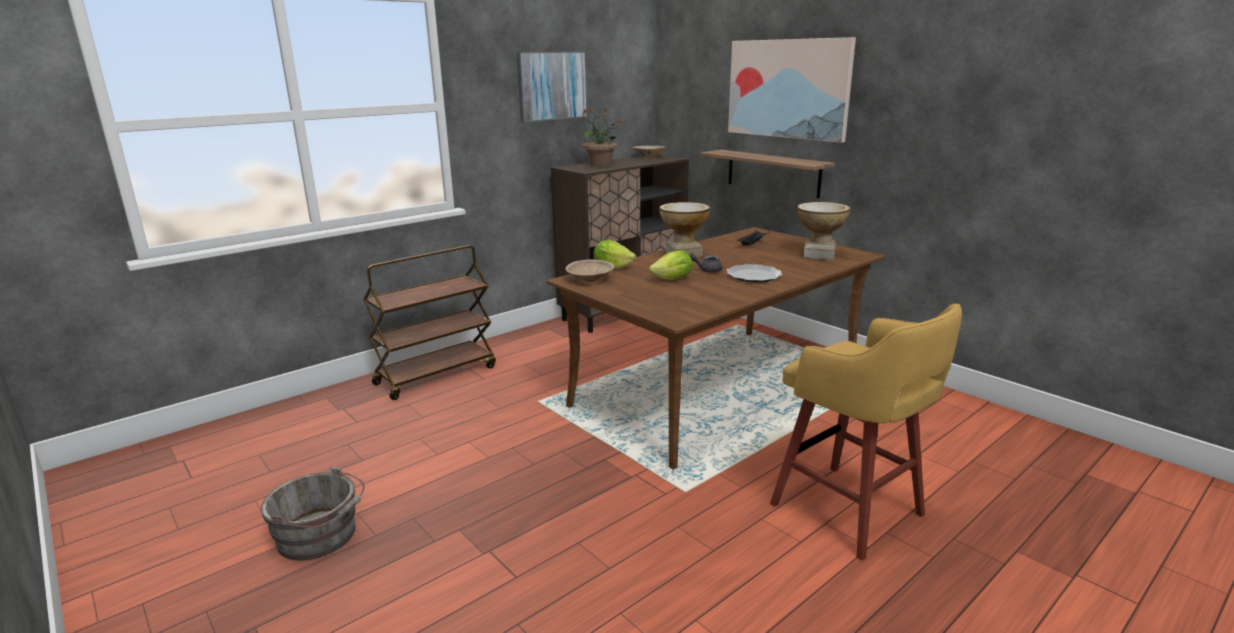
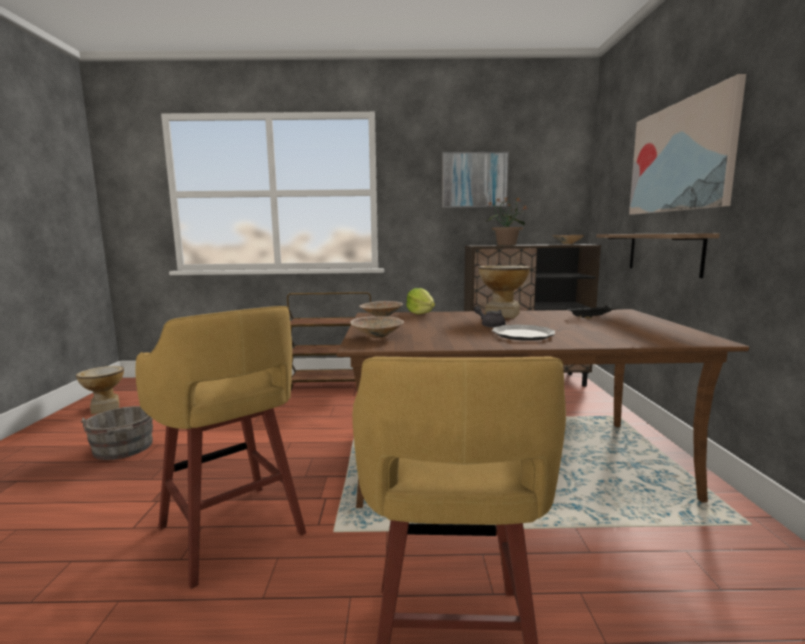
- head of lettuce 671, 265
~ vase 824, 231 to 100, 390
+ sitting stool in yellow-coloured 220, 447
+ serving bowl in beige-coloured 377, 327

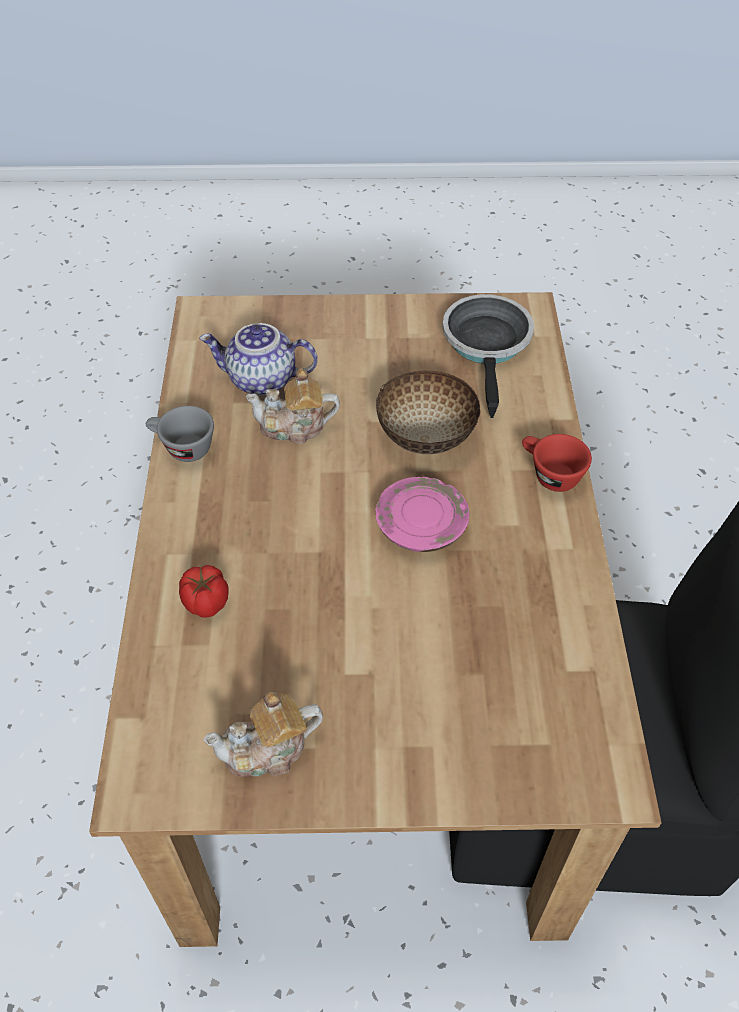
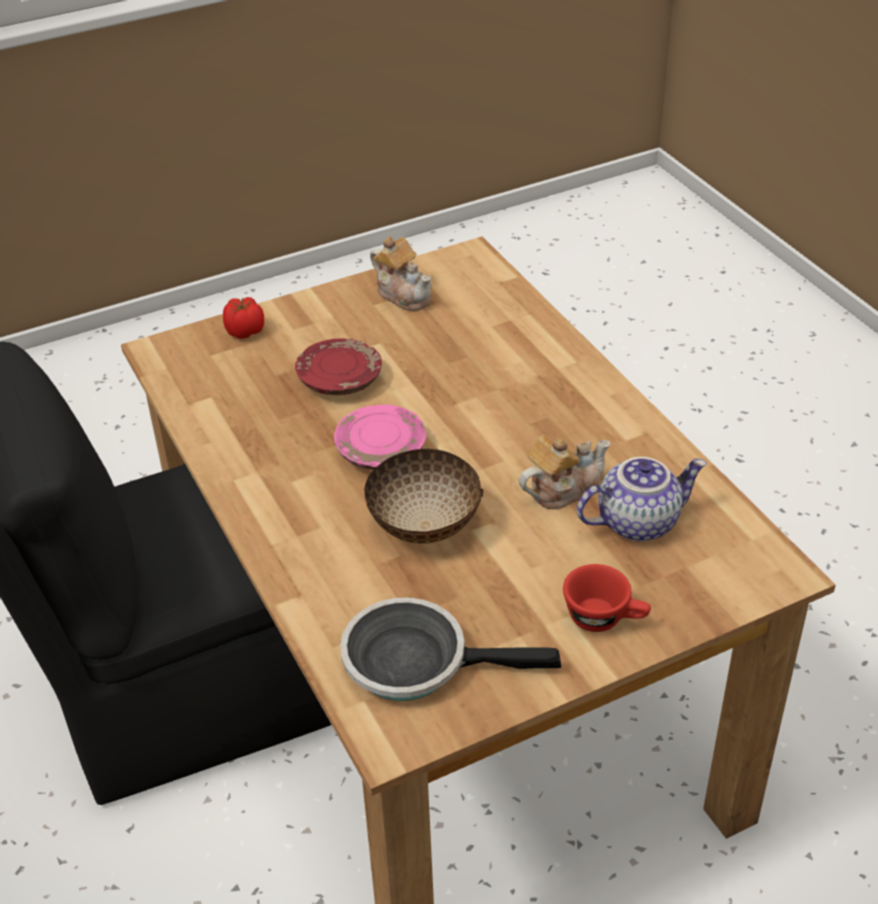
- drinking cup in grey 179, 434
~ tomato 204, 591 to 243, 318
~ teapot 263, 734 = 401, 273 90 degrees clockwise
~ skillet 488, 356 = 450, 649 120 degrees clockwise
~ drinking cup in red-coloured 557, 463 to 607, 598
+ dinner plate in red-coloured 338, 366

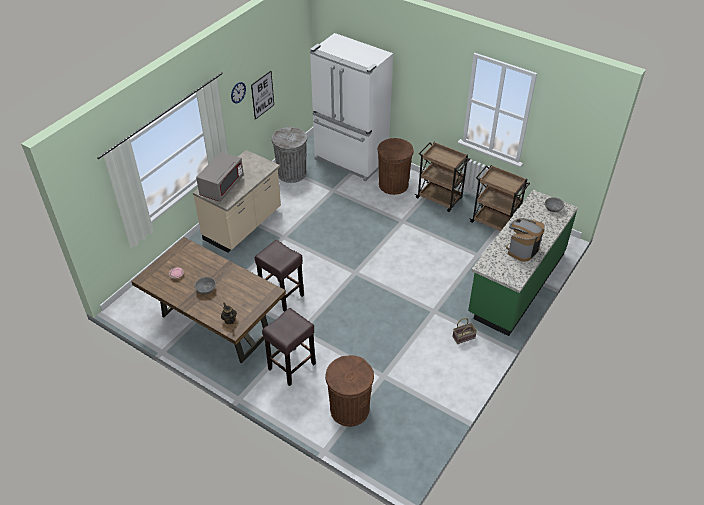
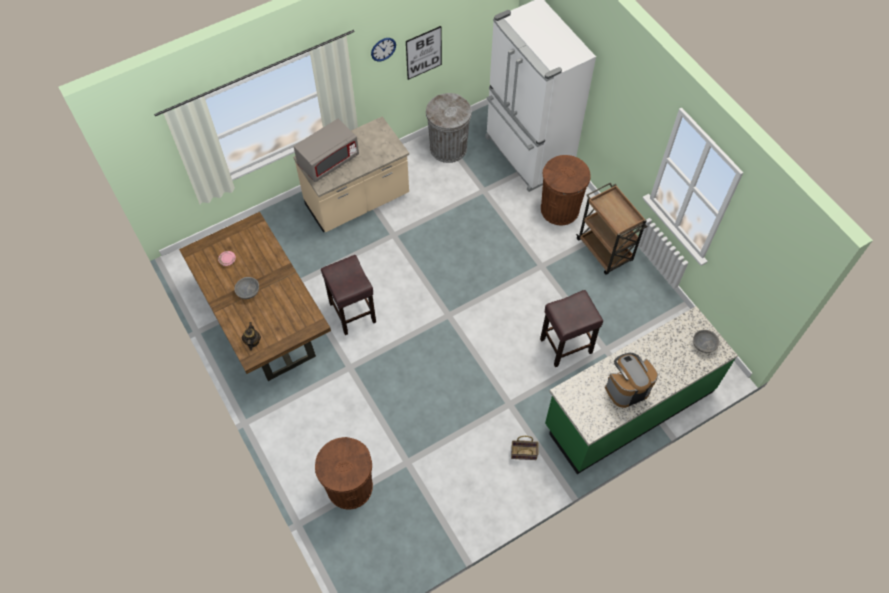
~ sitting stool in brown-coloured 289, 347 to 571, 328
- trolley in brown-coloured 499, 198

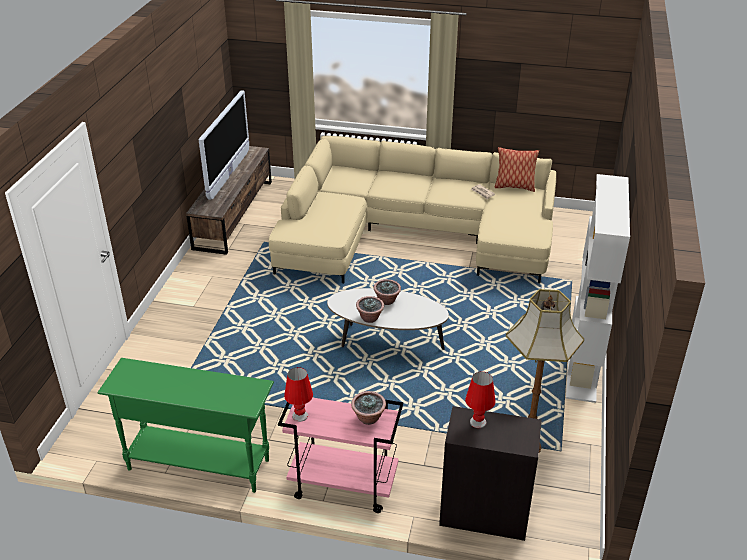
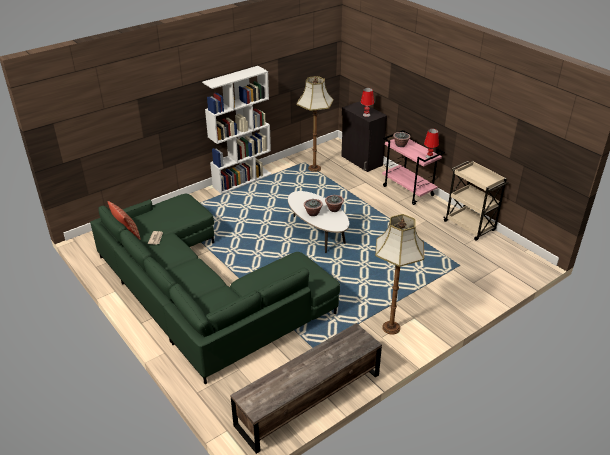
~ console table in green 186, 425 to trolley in beige-coloured 476, 201
- TV 223, 145
~ couch in beige-coloured 412, 209 to couch in green 215, 289
+ floor lamp 399, 274

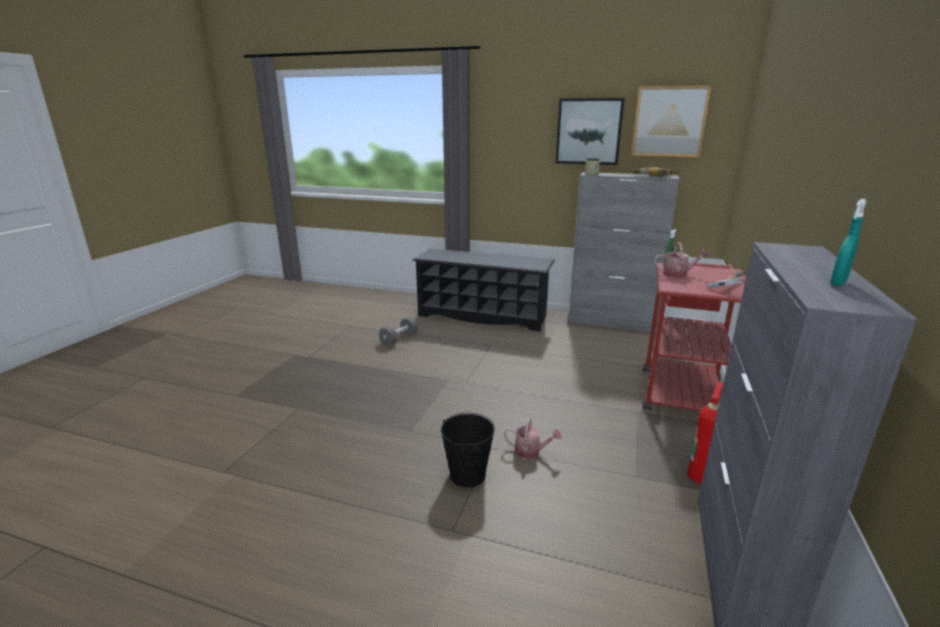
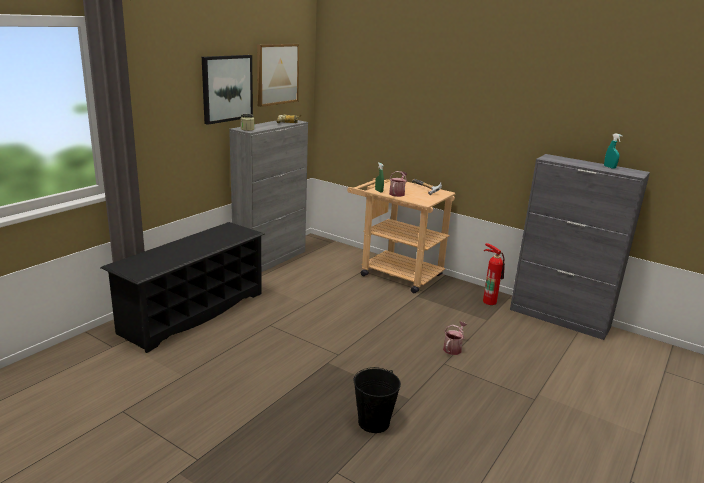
- dumbbell in grey 398, 331
~ bucket in blackish 468, 450 to 377, 400
~ trolley in red-coloured 694, 335 to trolley in beige-coloured 401, 235

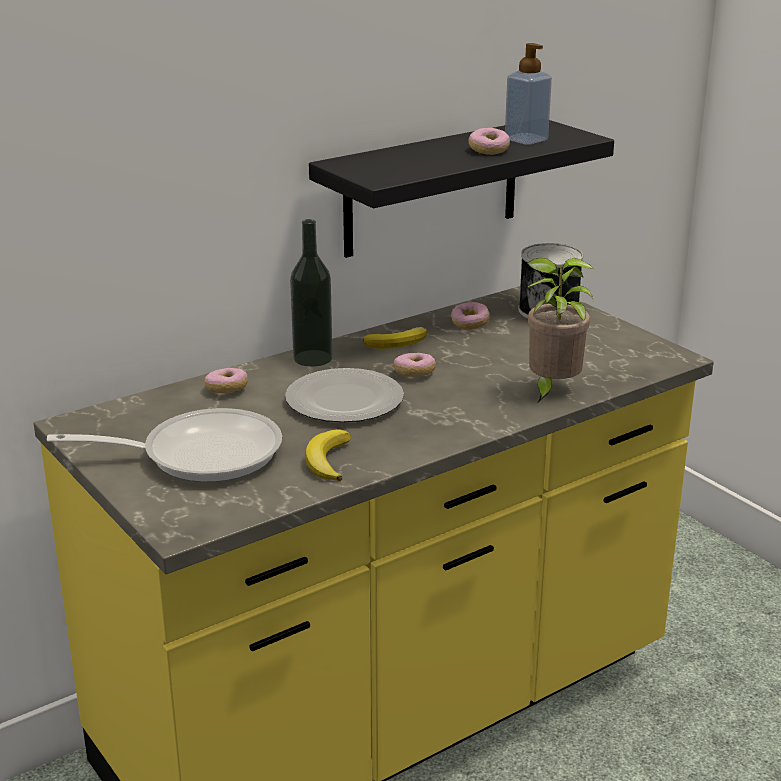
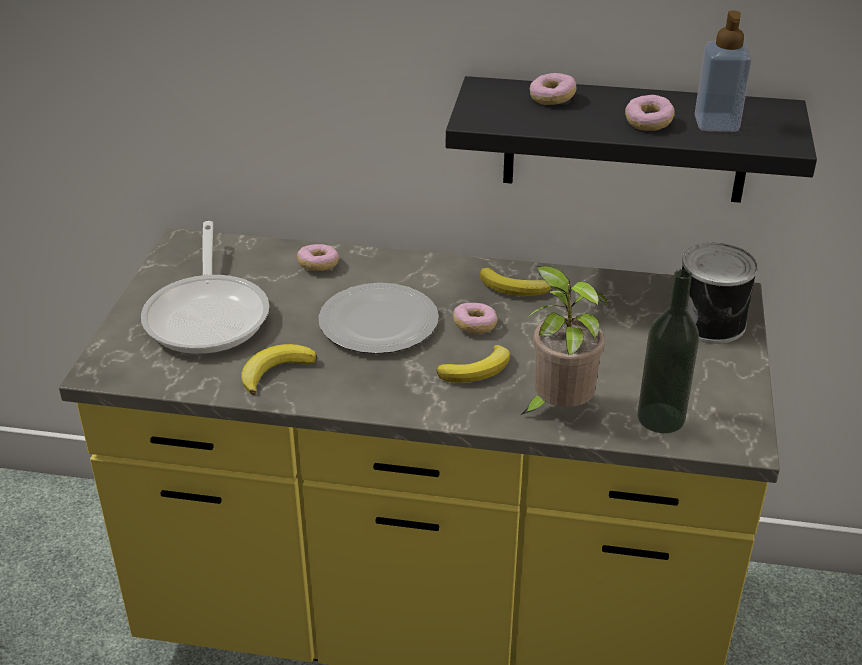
~ skillet 164, 445 = 205, 287 45 degrees clockwise
~ bottle 311, 293 to 668, 351
~ donut 470, 315 to 553, 89
+ banana fruit 473, 364

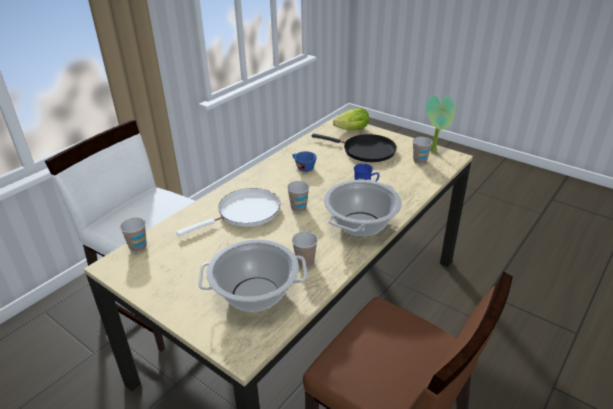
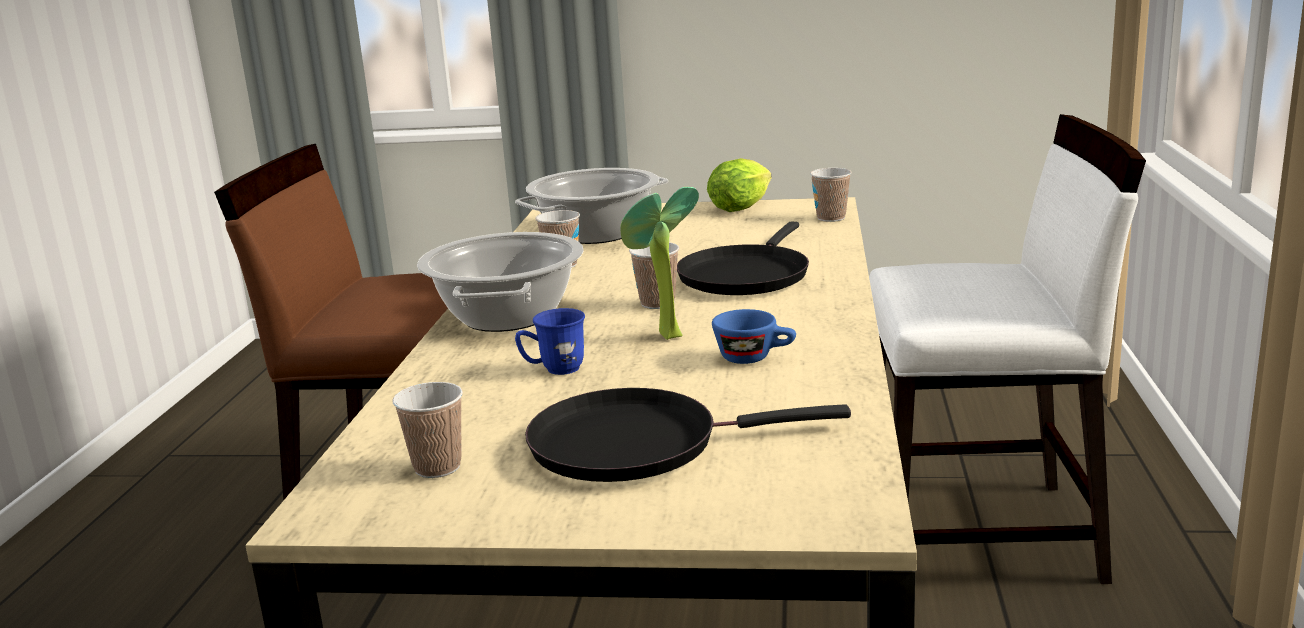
~ skillet in whitish 228, 212 to skillet in blackish 743, 258
~ head of lettuce 351, 119 to 739, 185
~ houseplant 440, 124 to 659, 263

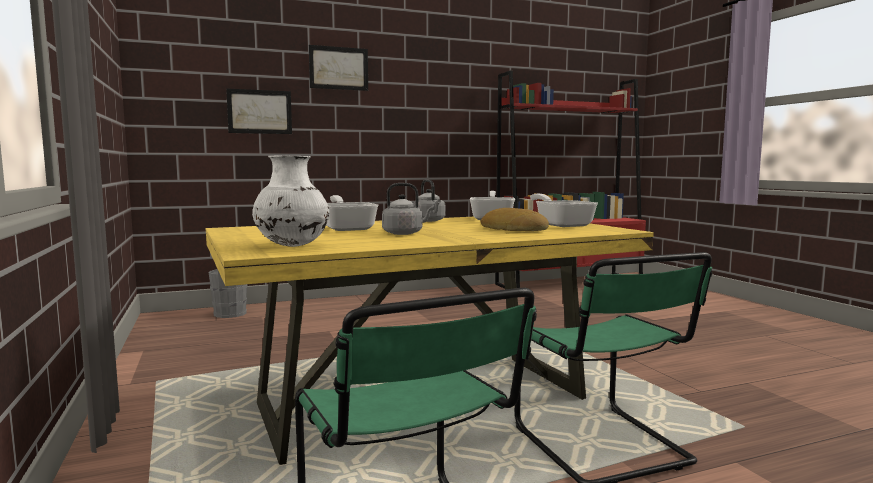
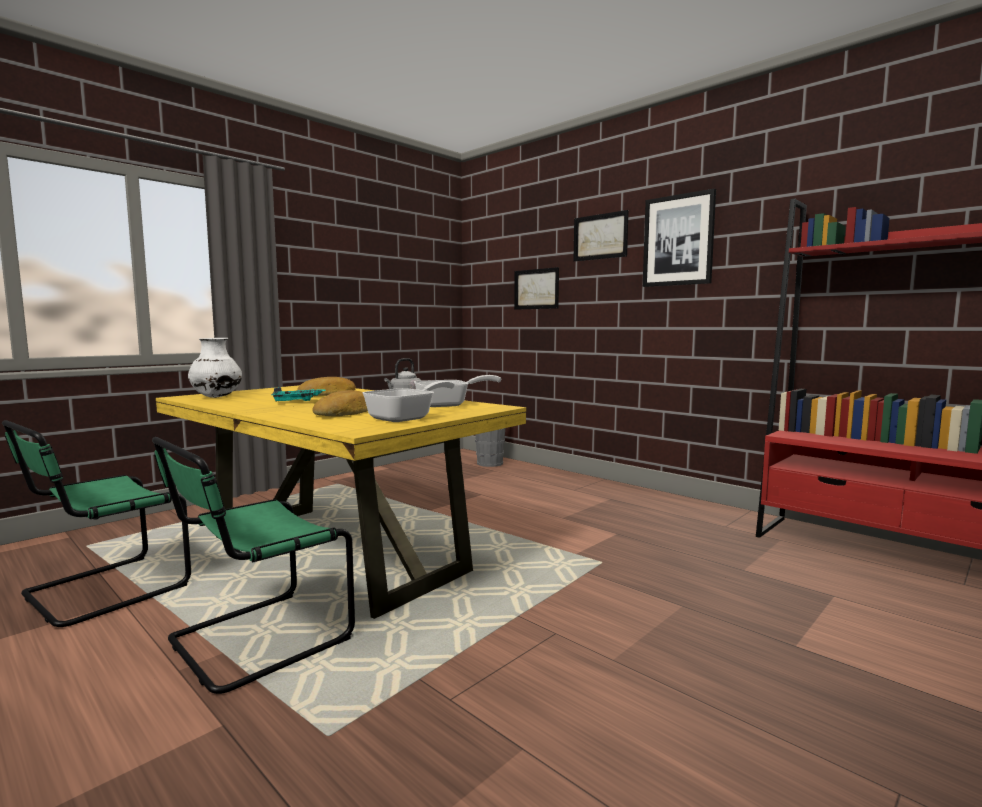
~ skillet 352, 213 to bread 326, 386
~ tea kettle in grey 408, 209 to tray in blue-green 298, 394
+ picture 679, 238

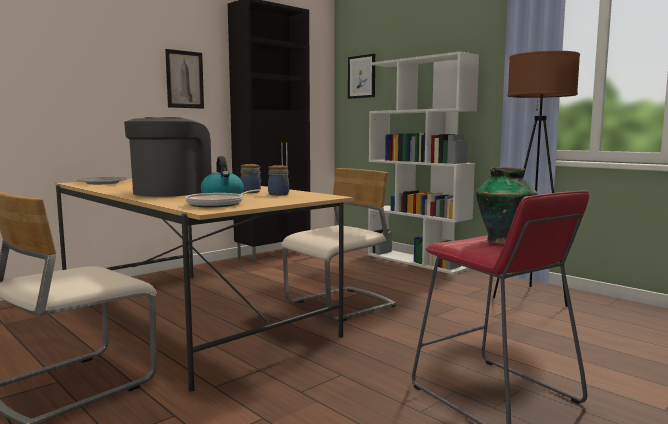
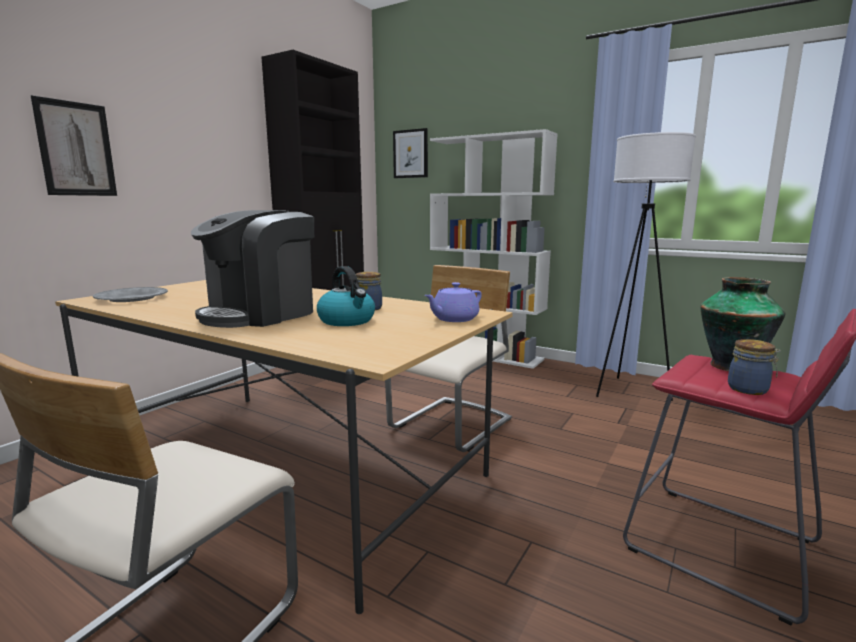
~ coffee maker 168, 157 = 252, 269 150 degrees counterclockwise
~ picture 184, 79 to 74, 145
- skillet 222, 199
~ jar 278, 180 to 754, 367
~ floor lamp in brown-coloured 536, 179 to floor lamp in whitish 646, 266
+ teapot in purple-coloured 453, 302

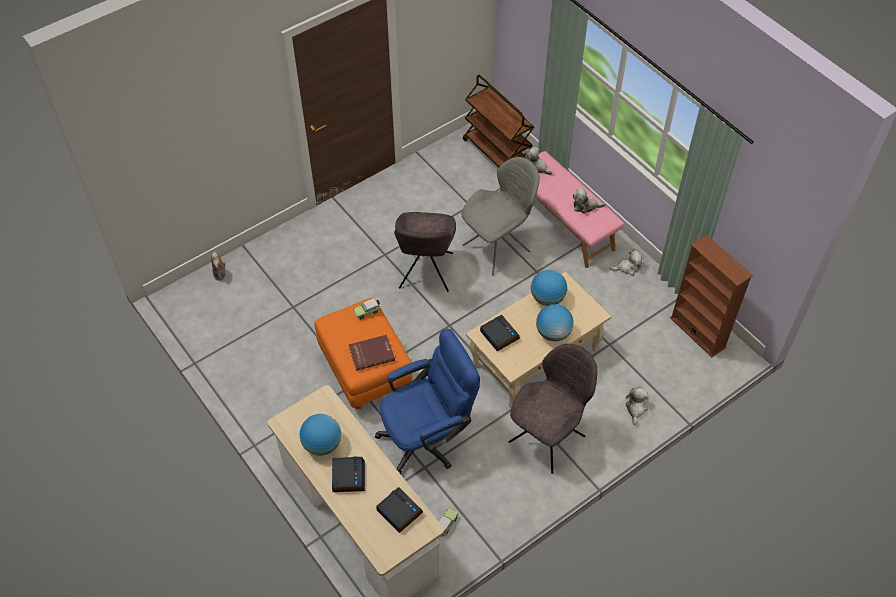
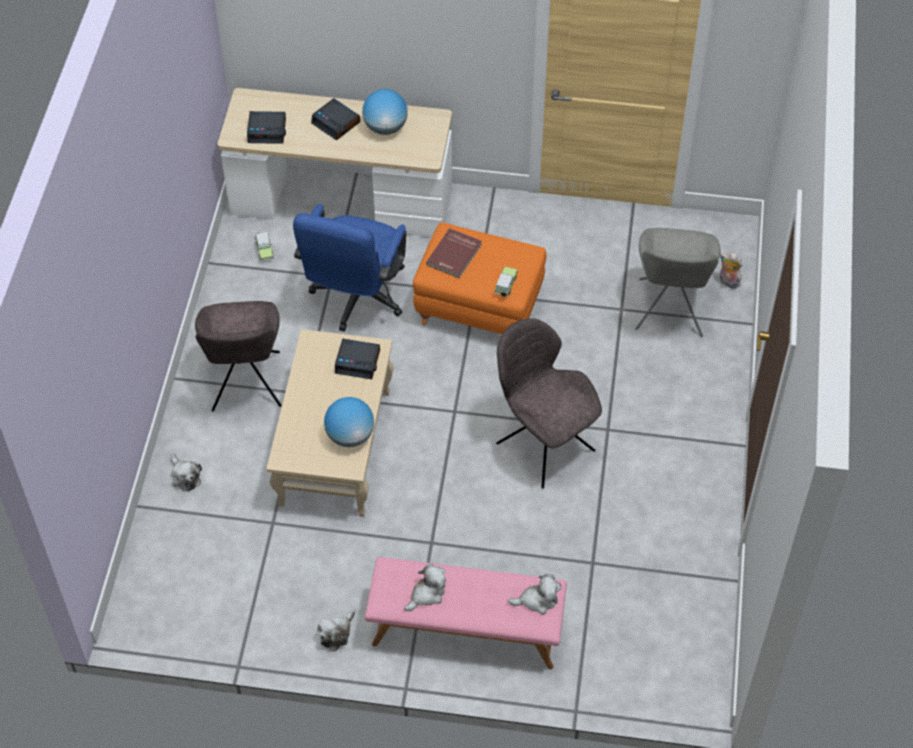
~ chair in grey 500, 216 to 678, 282
- trolley in brown-coloured 498, 121
- world globe 555, 322
- bookshelf in brown-coloured 711, 296

